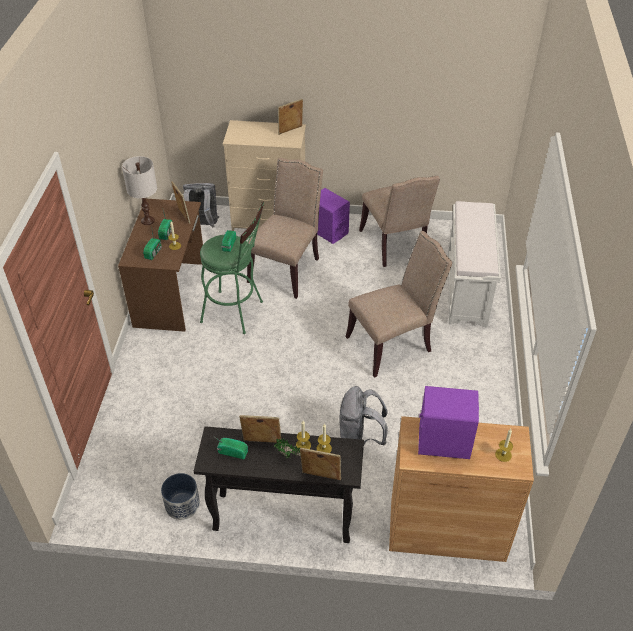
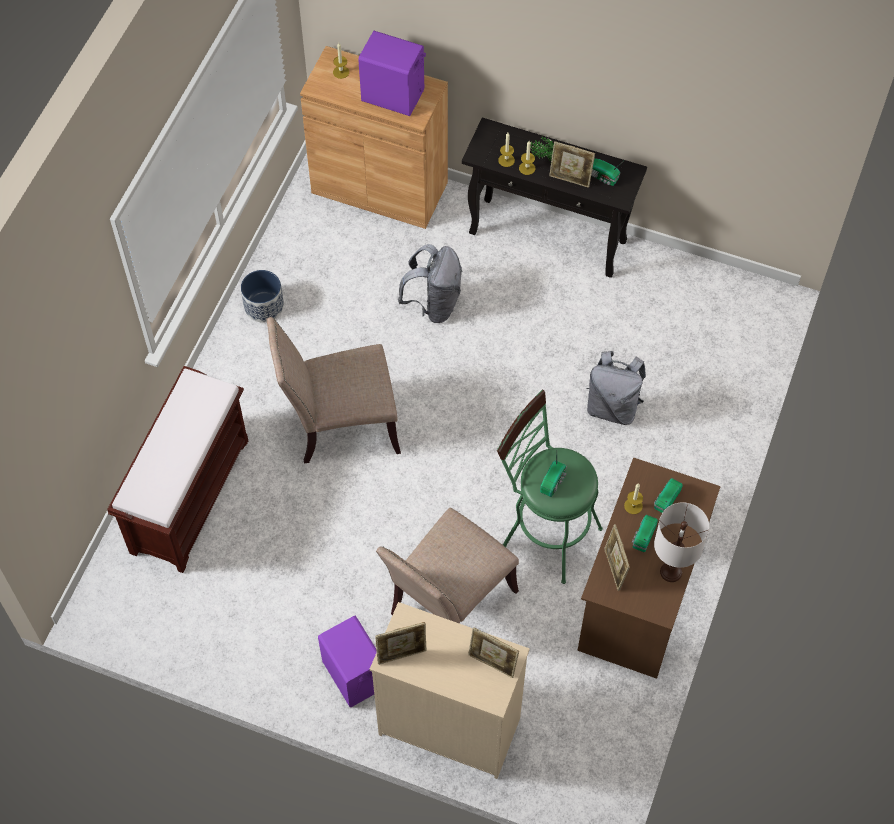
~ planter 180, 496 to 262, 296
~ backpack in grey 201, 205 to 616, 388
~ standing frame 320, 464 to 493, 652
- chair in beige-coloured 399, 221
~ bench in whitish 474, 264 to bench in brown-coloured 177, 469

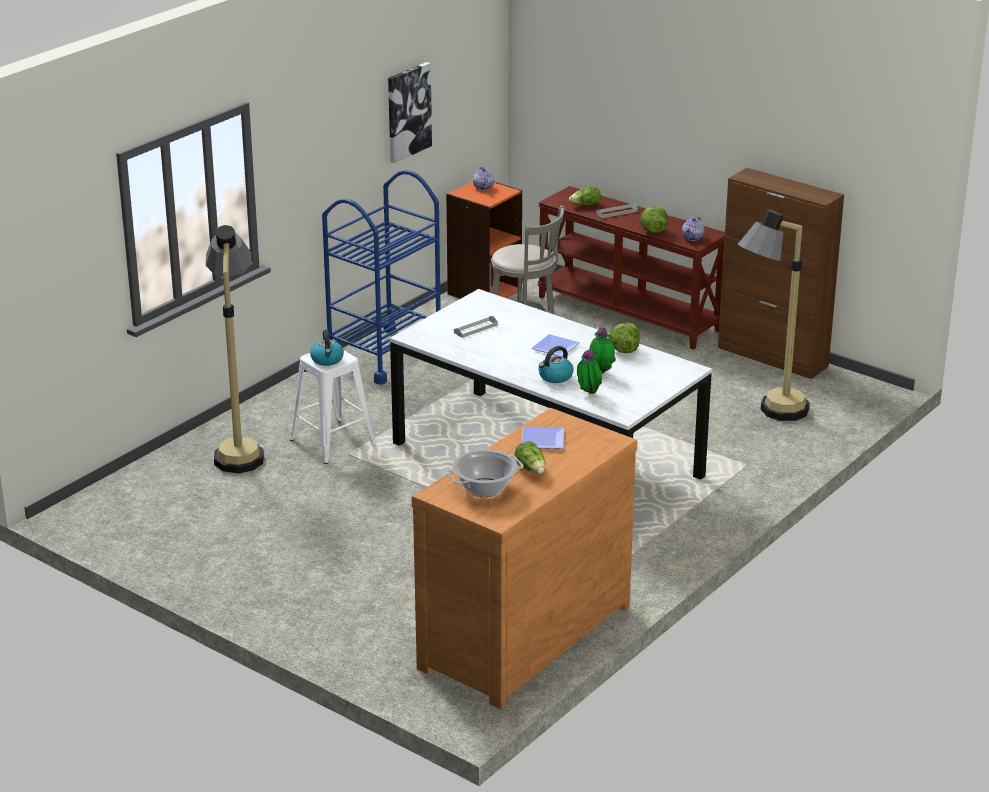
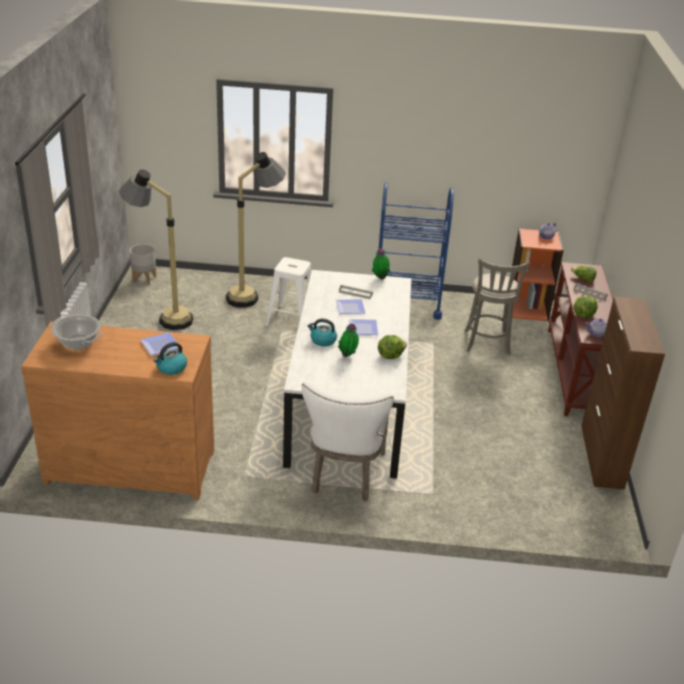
~ tea kettle 327, 348 to 170, 358
- picture 410, 112
- head of lettuce 529, 457
~ houseplant 590, 371 to 380, 264
~ floor lamp 773, 315 to 156, 249
+ planter in grey 143, 264
+ chair in whitish 348, 441
+ dinner plate 351, 306

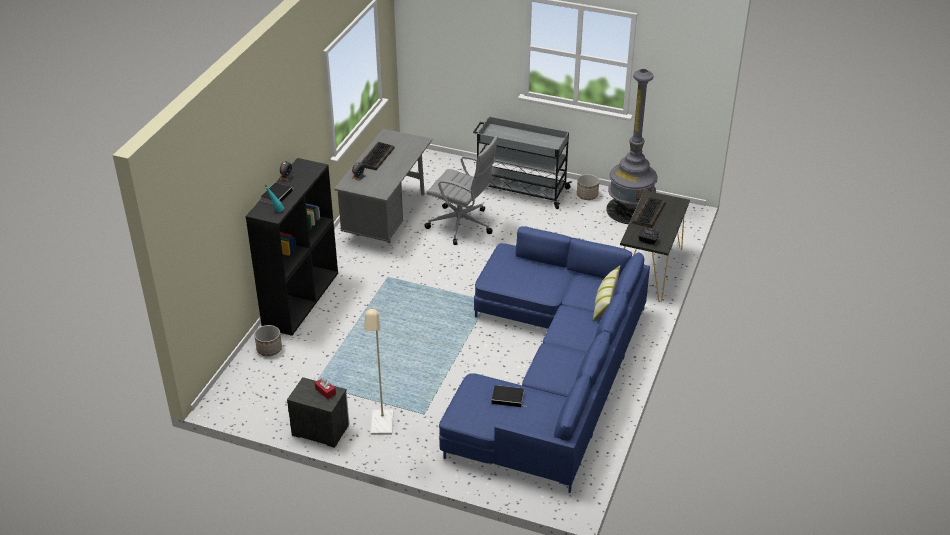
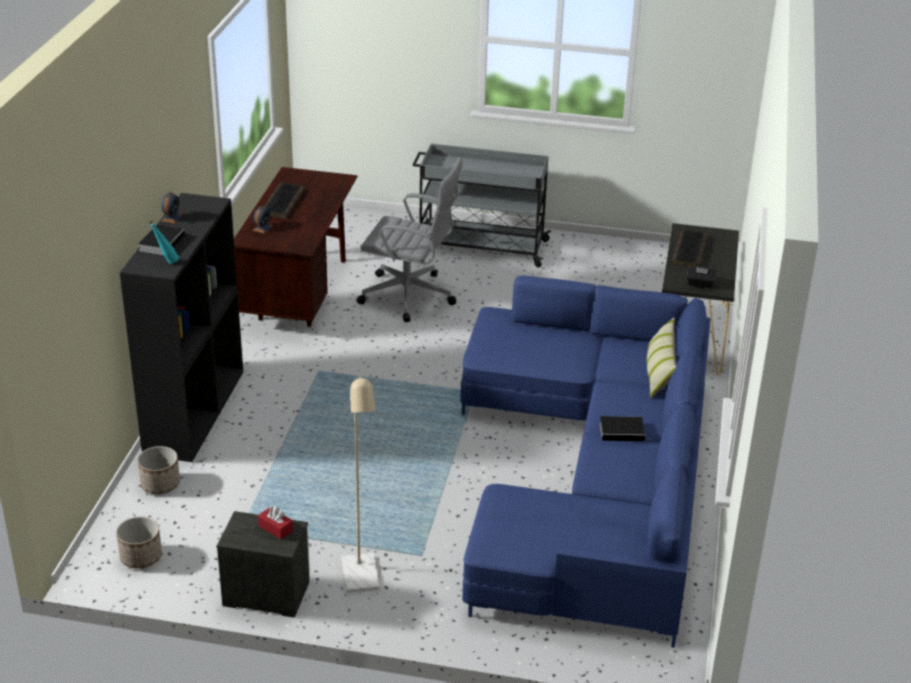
~ desk unit in grey 383, 186 to desk unit in brown-coloured 296, 247
~ bound book 509, 396 to 626, 428
~ planter 588, 187 to 139, 542
- floor lamp in grey 632, 146

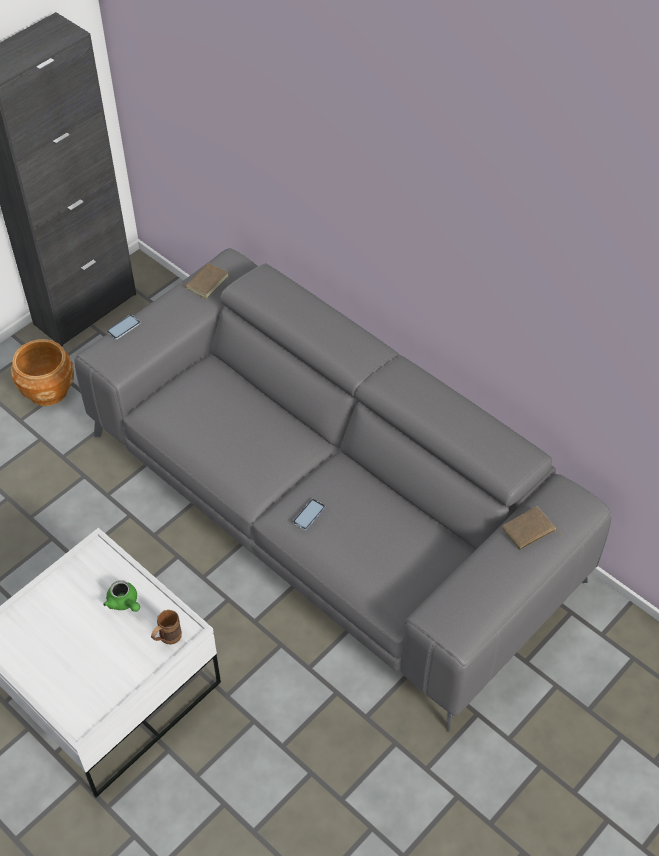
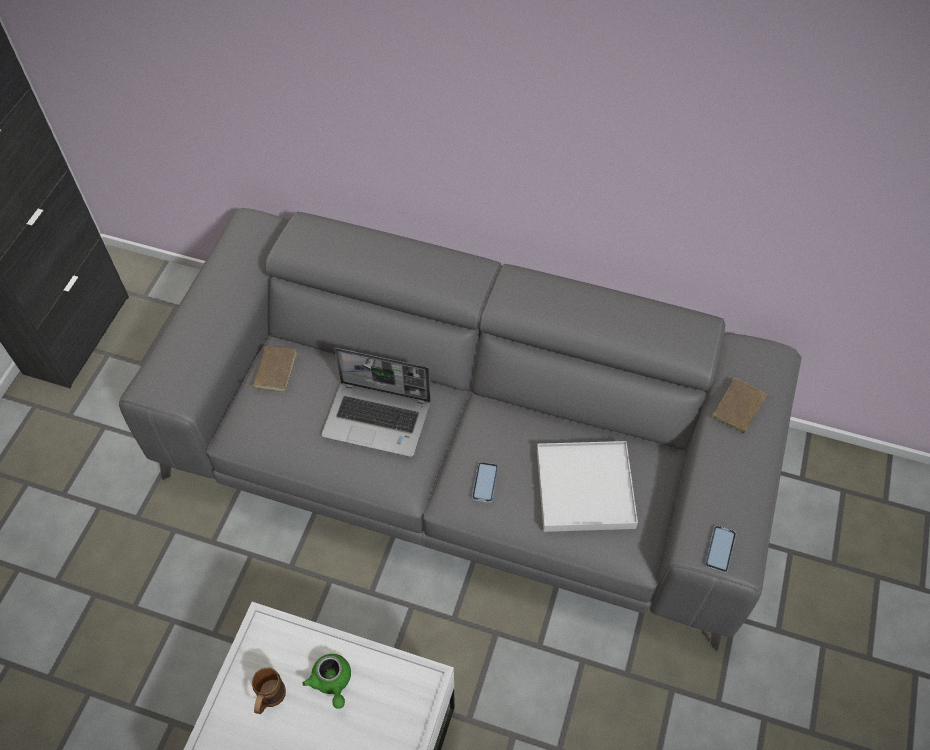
- planter in brown-coloured 42, 372
~ teapot in green 121, 596 = 326, 681 45 degrees clockwise
~ telephone 123, 327 to 720, 549
~ tea mug in brown-coloured 166, 627 to 269, 691
~ bound book in brown-coloured 204, 281 to 270, 369
+ portable computer 376, 402
+ tray in whitish 587, 486

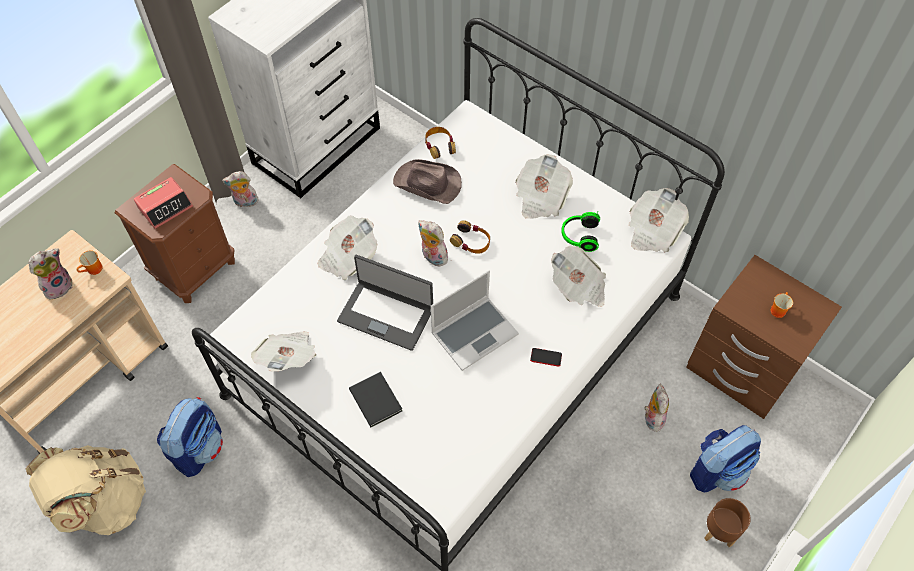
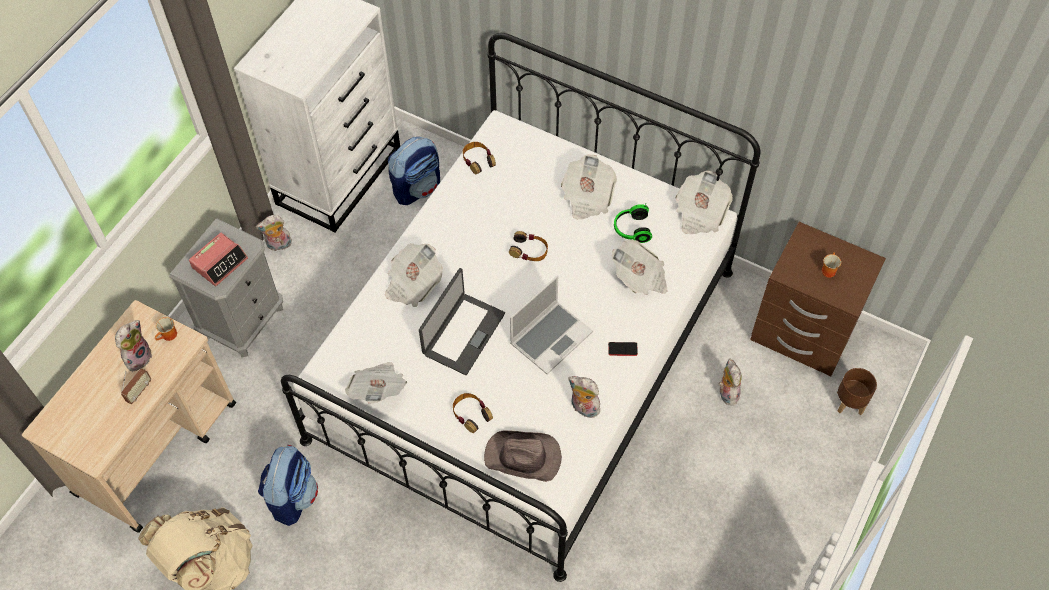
~ night table in brown-coloured 175, 233 to night table in grey 226, 288
~ portable computer 385, 303 = 462, 321 75 degrees counterclockwise
~ bound book in blackish 375, 399 to pair of headphones 473, 413
~ wearable hat in brown-coloured 427, 181 to 523, 456
~ cuddly toy 433, 243 to 585, 397
~ backpack 725, 458 to 414, 171
~ planter in brown-coloured 727, 522 to 857, 391
+ radio receiver 136, 386

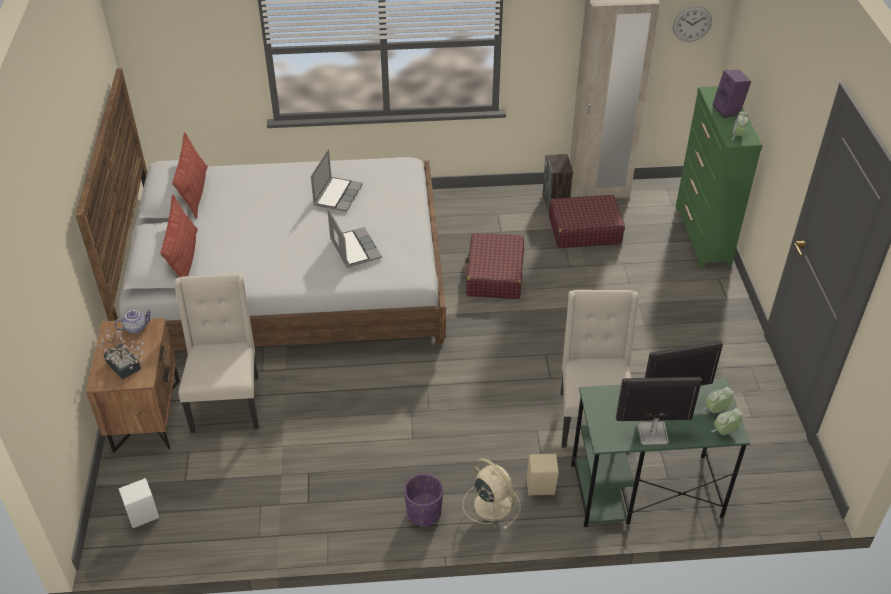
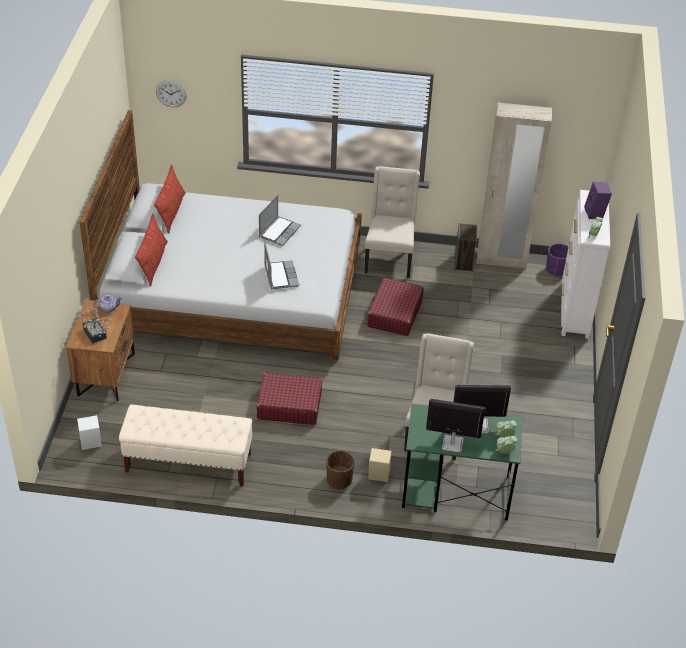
~ chair in beige-coloured 216, 353 to 392, 222
~ planter in purple-coloured 423, 500 to 557, 260
~ electric fan in beige-coloured 491, 494 to planter in brown-coloured 340, 469
~ travel case in red-coloured 587, 221 to 289, 399
~ clock on the wall 692, 24 to 171, 94
~ drawer chest in green 719, 177 to drawer chest in whitish 585, 264
+ bench in beige-coloured 186, 445

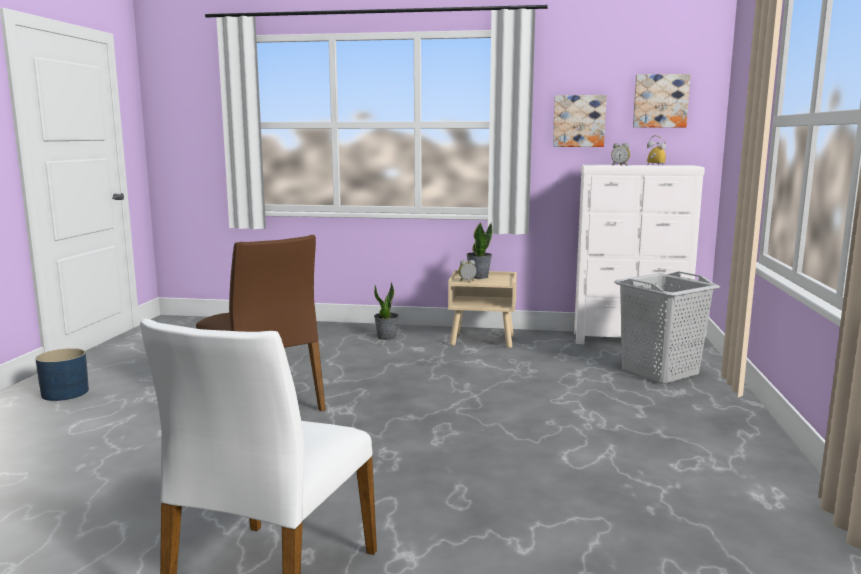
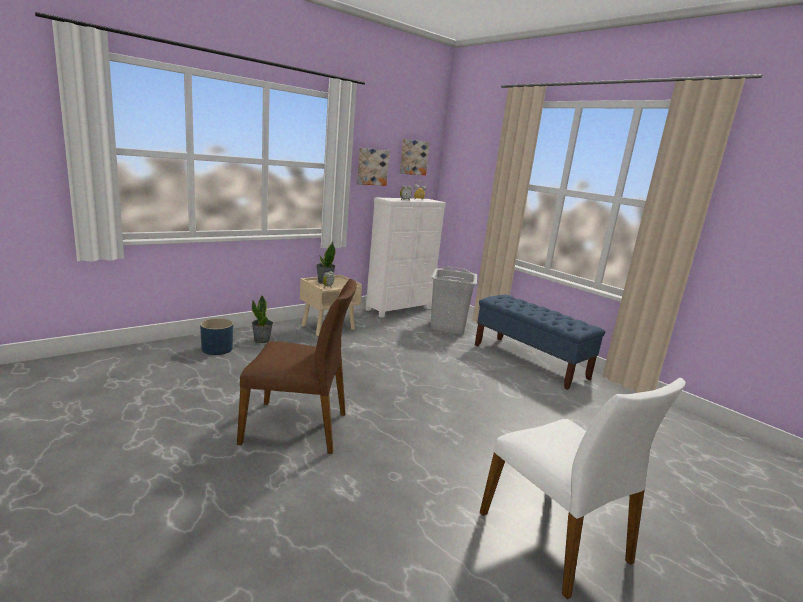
~ planter in bluish 62, 374 to 216, 336
+ bench in bluish 540, 342

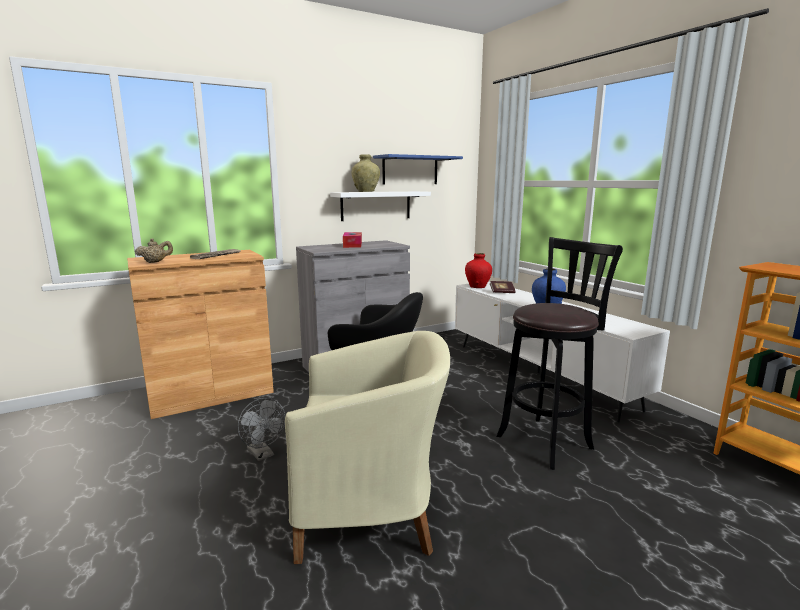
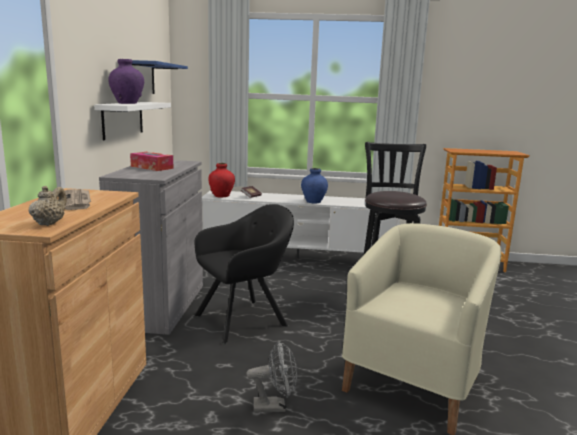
~ vase in beige-coloured 366, 173 to vase in purple-coloured 126, 81

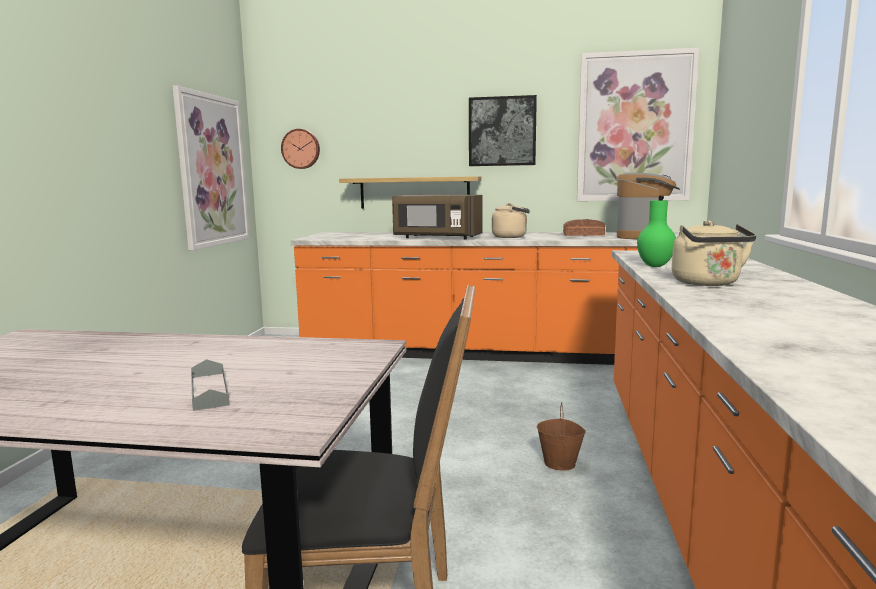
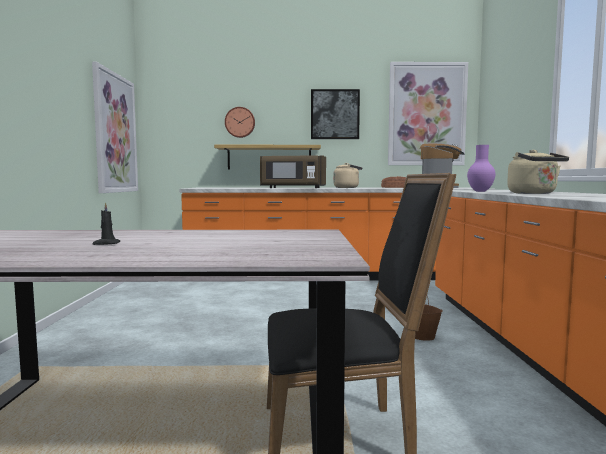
- tray in grey 210, 385
~ clock on the wall 300, 149 to 240, 122
~ vase in green 656, 233 to vase in purple-coloured 481, 168
+ candle in blackish 106, 223

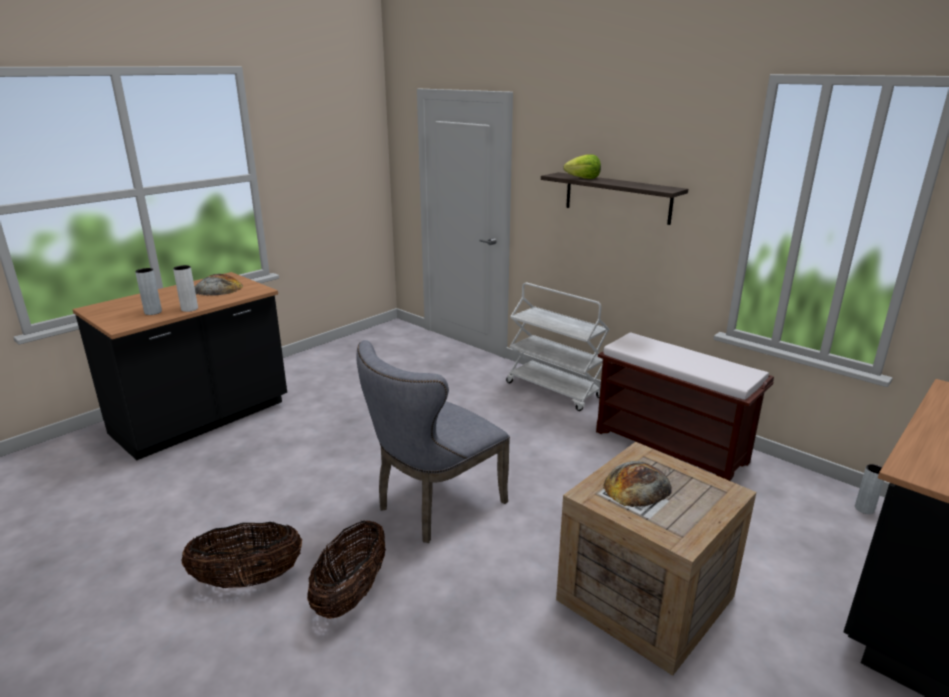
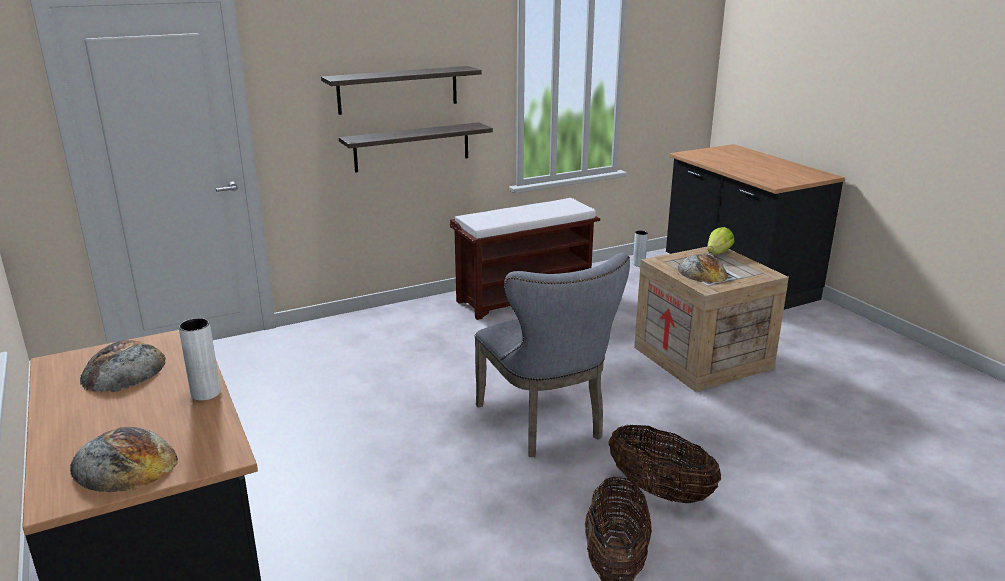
- vase in grey 148, 291
- trolley in whitish 557, 347
~ head of lettuce 582, 166 to 720, 240
+ bread 124, 459
+ bracket shelf 416, 147

